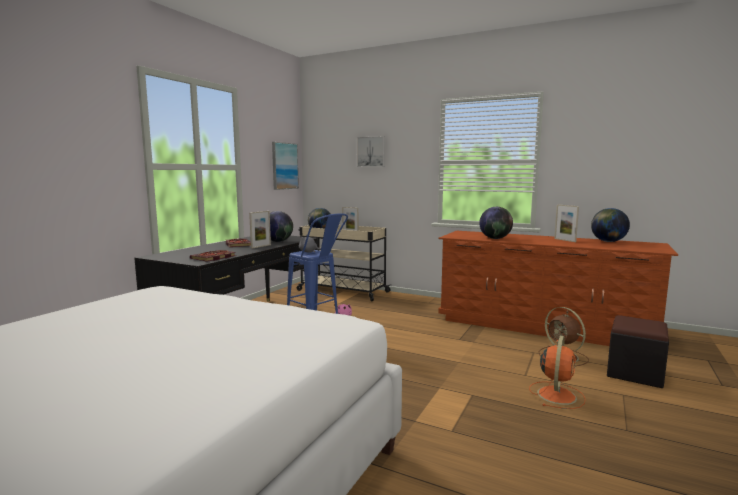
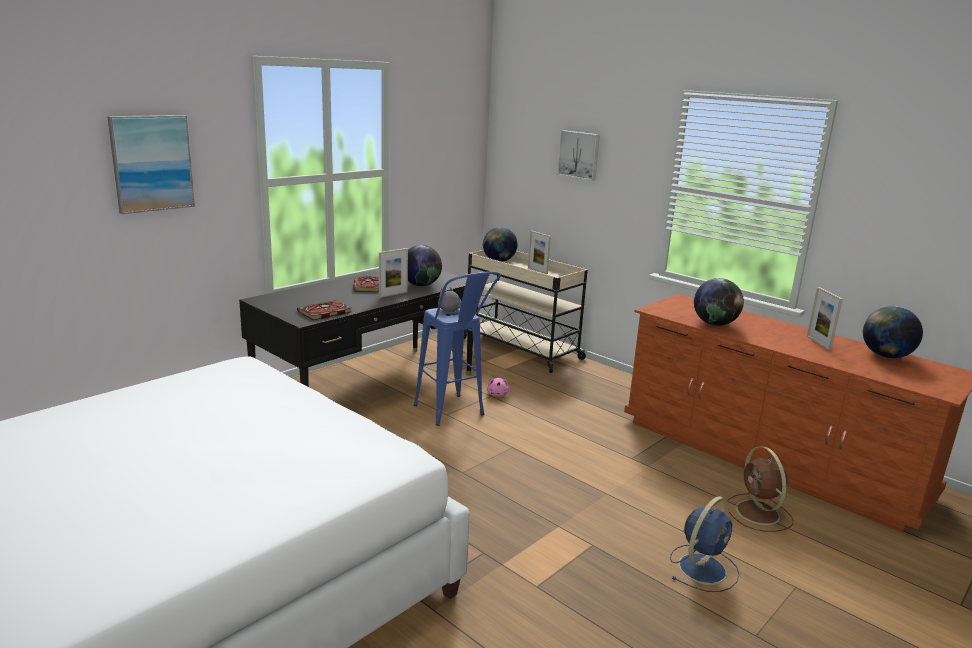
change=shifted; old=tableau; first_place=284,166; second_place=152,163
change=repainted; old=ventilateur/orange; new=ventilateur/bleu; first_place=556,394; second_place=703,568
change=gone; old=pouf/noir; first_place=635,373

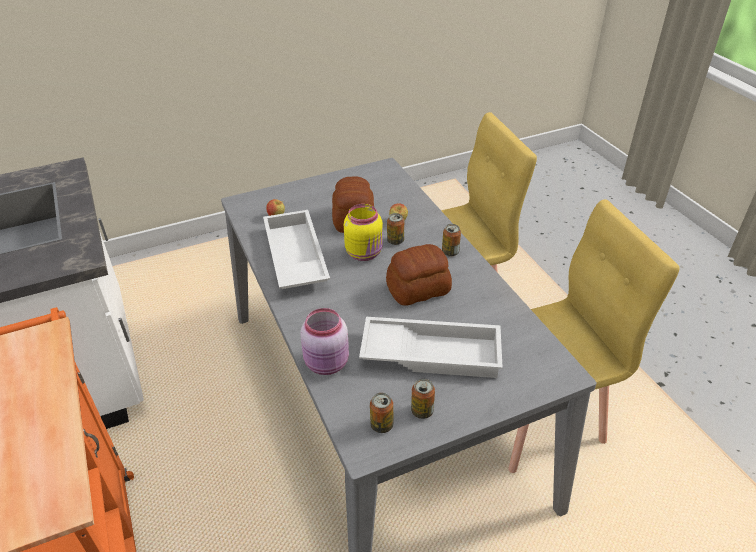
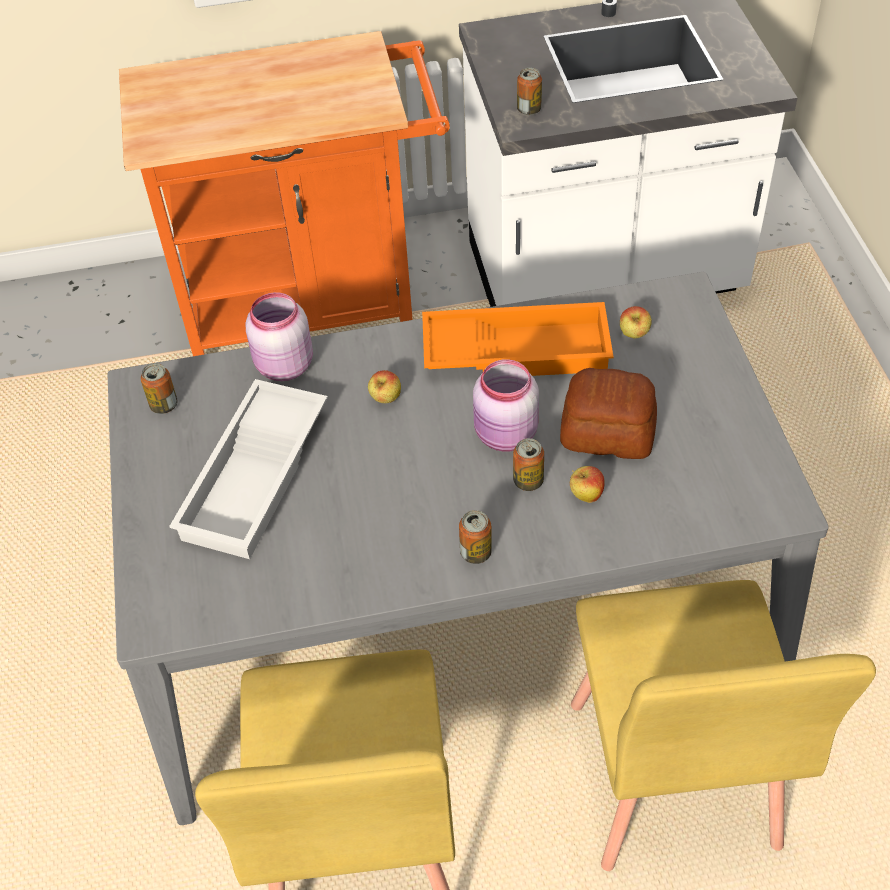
change=new; new=pomme; second_place=385,399
change=repainted; old=plateau/blanc; new=plateau/orange; first_place=294,257; second_place=517,349
change=repainted; old=bocal/jaune; new=bocal/rose; first_place=365,253; second_place=505,436
change=shifted; old=boîte métallique; first_place=422,411; second_place=529,109
change=gone; old=pain; first_place=419,289

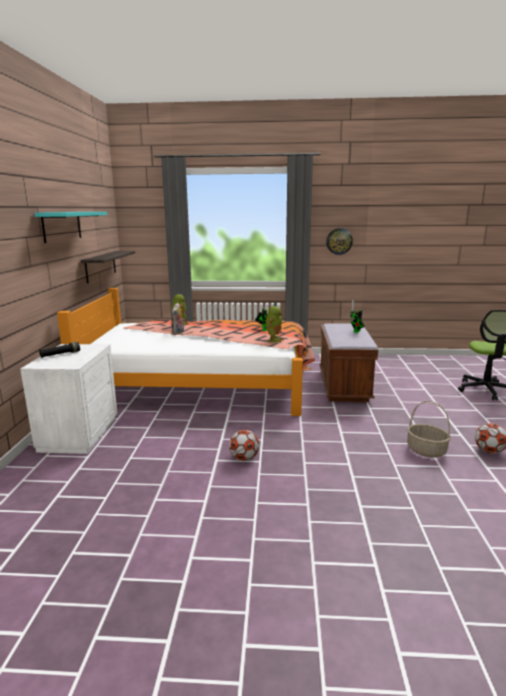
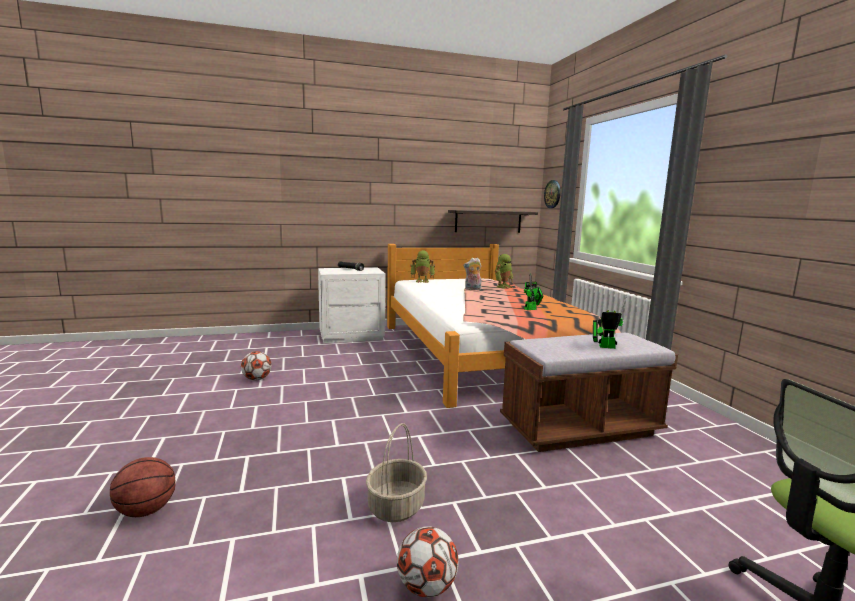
change=new; new=ballon de basket; second_place=146,511
change=shifted; old=ballon de foot; first_place=244,458; second_place=257,379
change=shifted; old=robot jouet; first_place=274,340; second_place=422,281
change=shifted; old=horloge murale; first_place=339,241; second_place=552,194
change=gone; old=étagère/turquoise; first_place=62,226

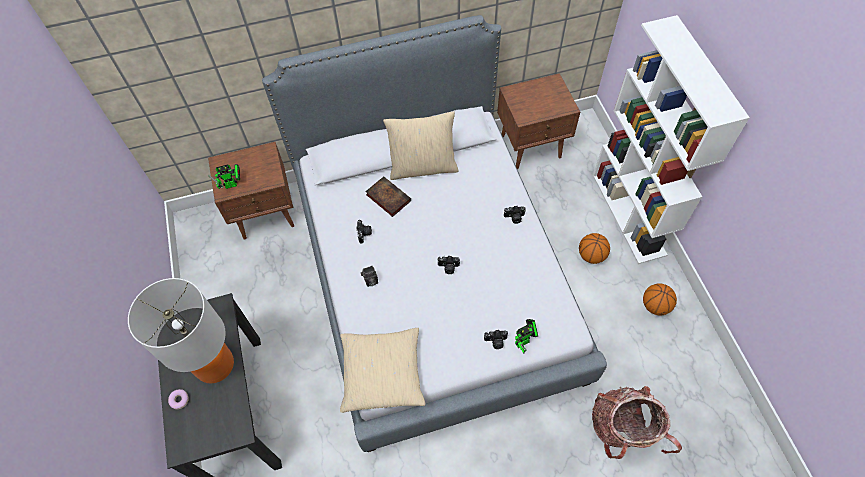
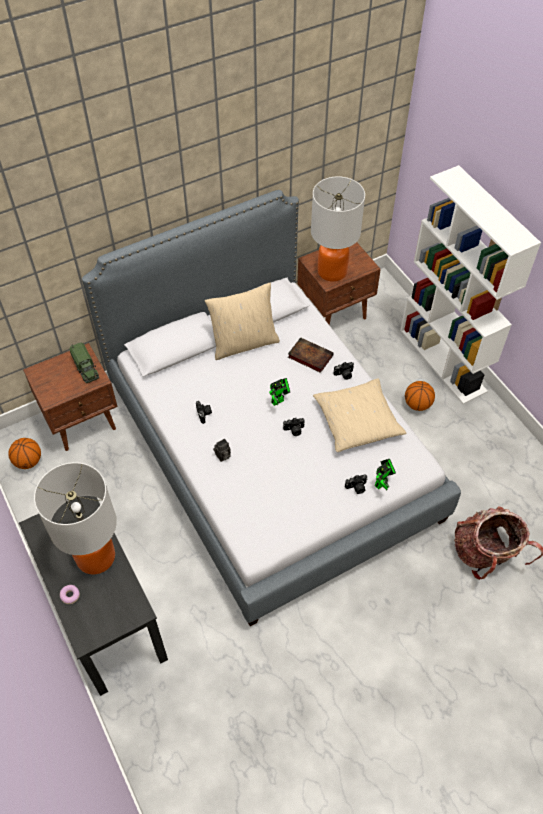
change=shifted; old=ballon de basket; first_place=655,306; second_place=28,461
change=new; new=camion jouet; second_place=86,368
change=shifted; old=robot jouet; first_place=233,184; second_place=279,400
change=shifted; old=livre; first_place=387,197; second_place=309,356
change=new; new=lampe de table; second_place=332,271
change=shifted; old=coussin/beige; first_place=382,373; second_place=357,421

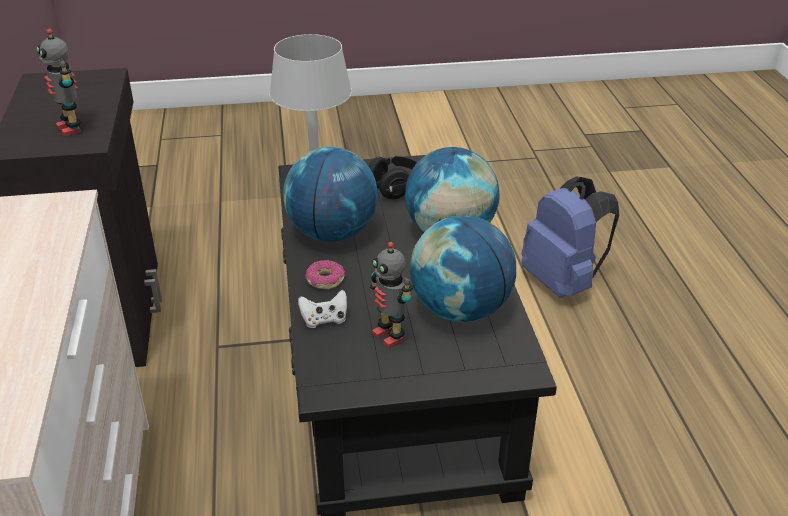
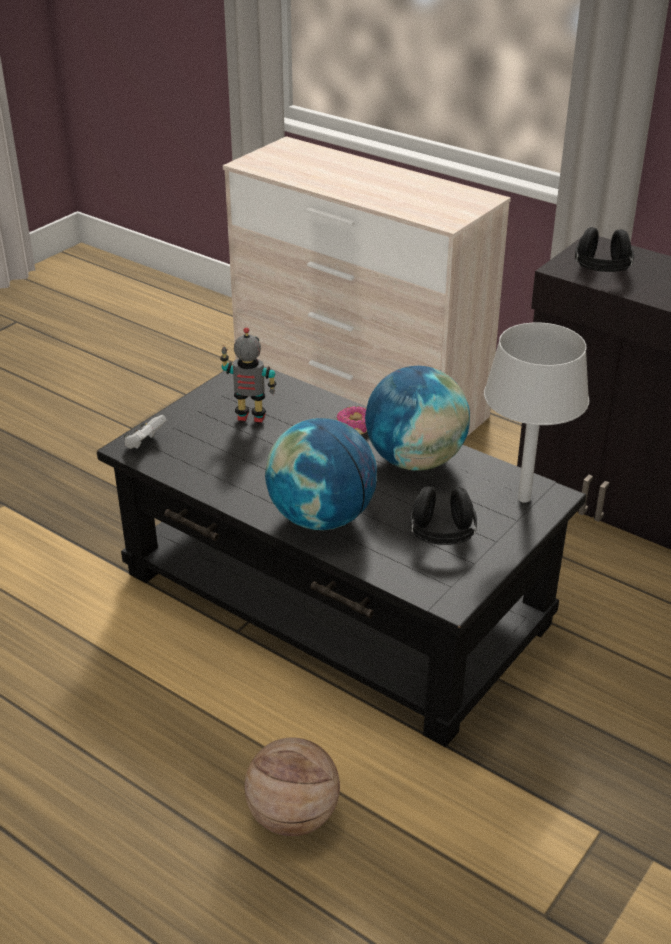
change=shifted; old=manette/blanc; first_place=324,320; second_place=145,443
change=swapped; old=sac à dos/bleu; new=ballon de basket; first_place=563,282; second_place=293,817
change=swapped; old=robot jouet; new=casque audio/noir; first_place=71,128; second_place=601,270
change=gone; old=globe; first_place=460,310

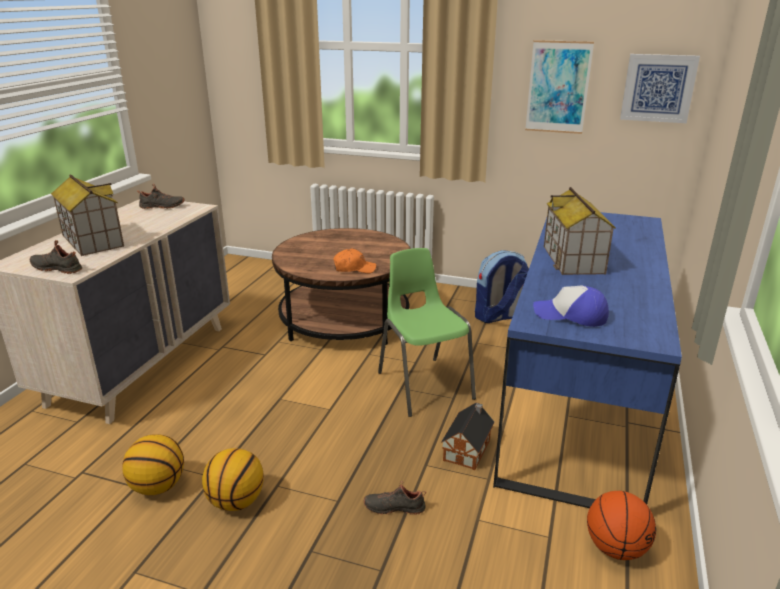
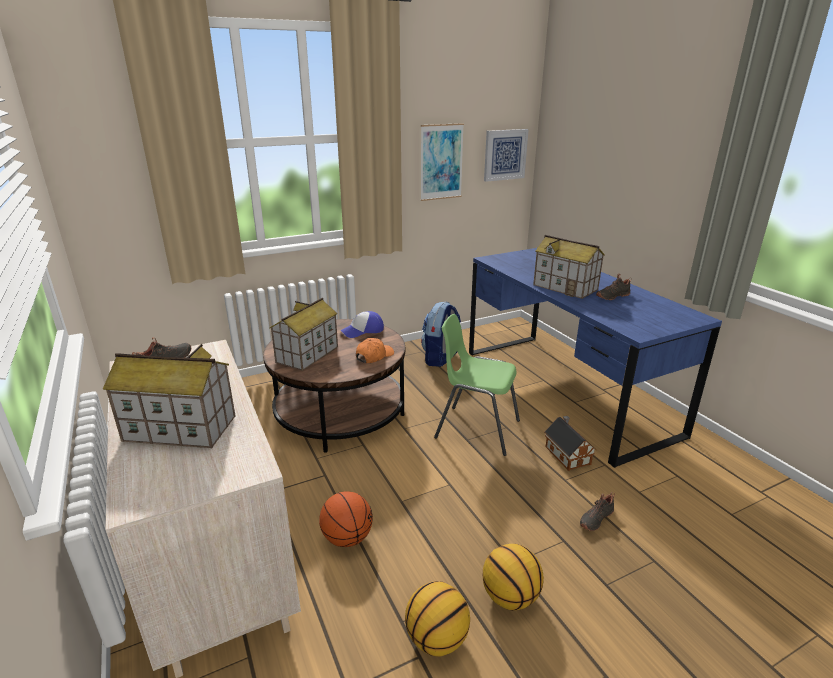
change=new; new=maison miniature; second_place=307,355
change=shifted; old=ballon de basket; first_place=615,547; second_place=347,538
change=shifted; old=casquette; first_place=570,315; second_place=363,331
change=shifted; old=chaussure/noir; first_place=58,268; second_place=612,296

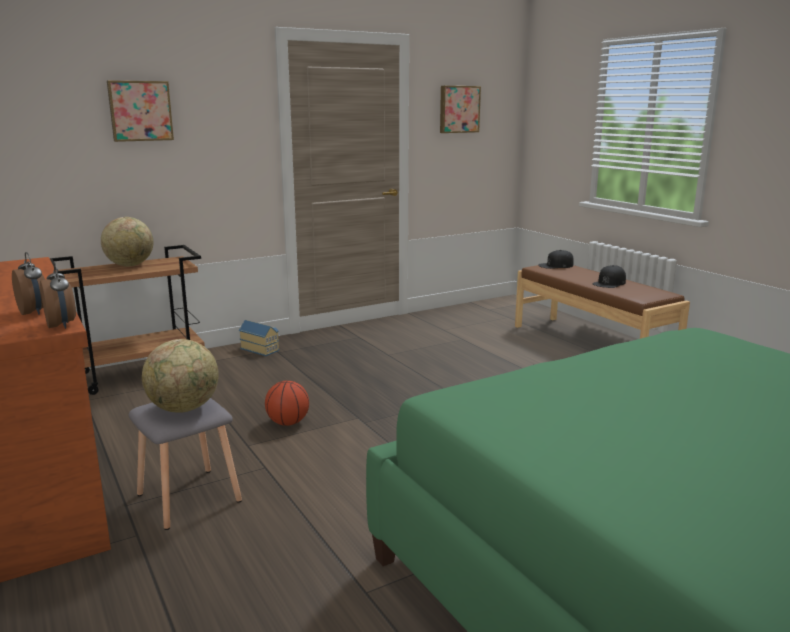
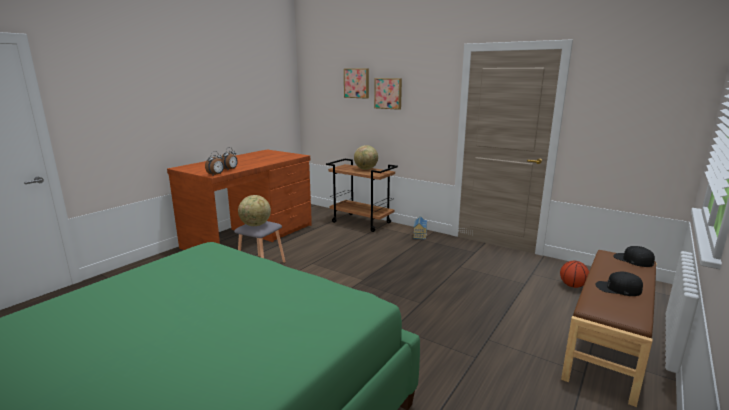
change=shifted; old=tableau; first_place=458,109; second_place=357,83
change=shifted; old=ballon de basket; first_place=287,423; second_place=572,286

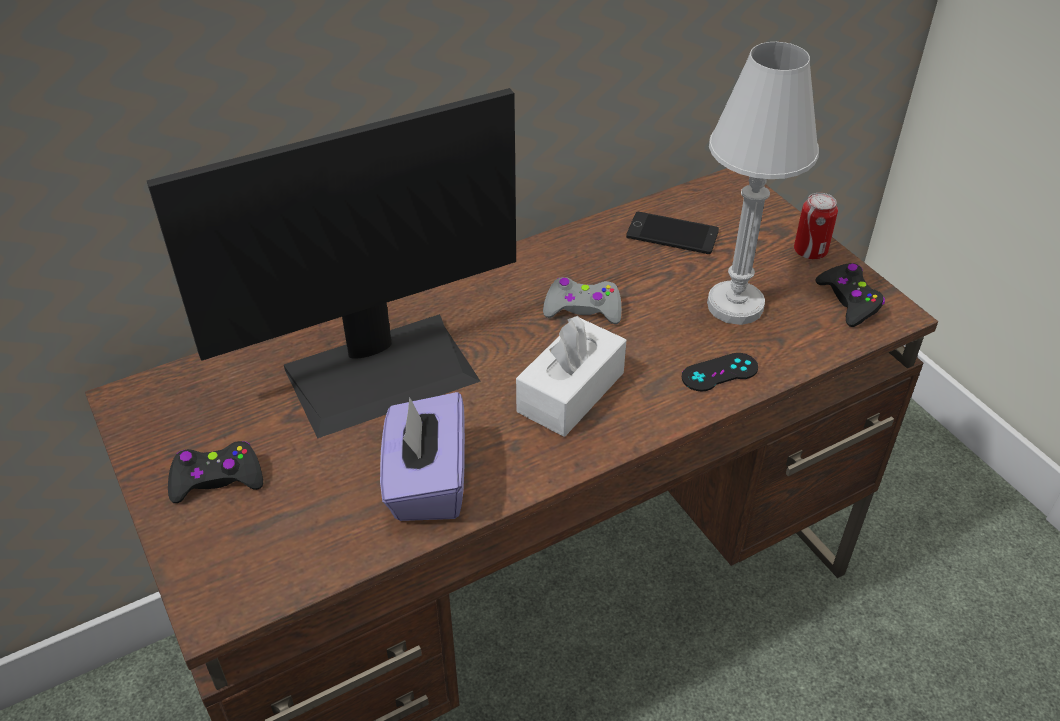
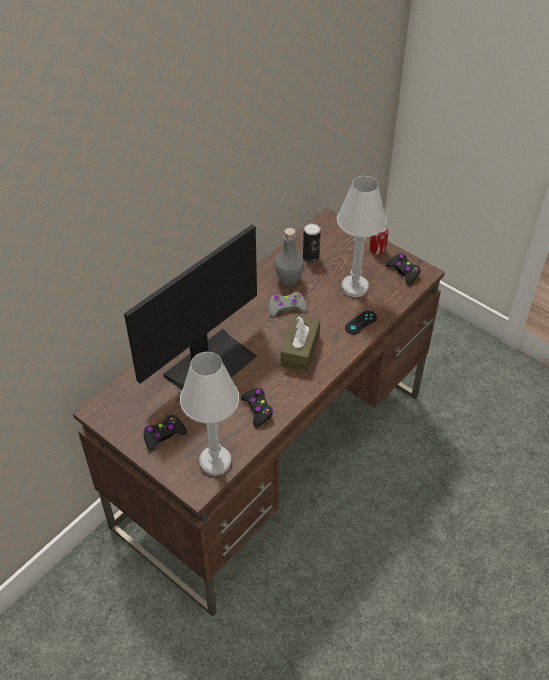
change=new; new=lampe de table/blanc; second_place=215,462
change=swapped; old=boîte à mouchoirs/violet; new=manette/noir; first_place=426,482; second_place=257,409
change=new; new=bouteille/gris; second_place=289,280
change=repainted; old=boîte à mouchoirs/blanc; new=boîte à mouchoirs/marron; first_place=571,392; second_place=300,350
change=swapped; old=téléphone; new=boîte métallique; first_place=672,234; second_place=311,256

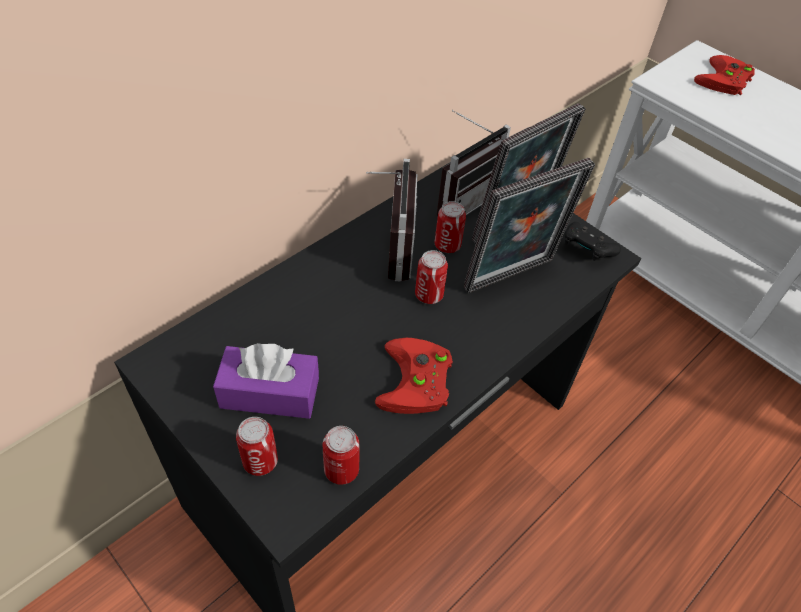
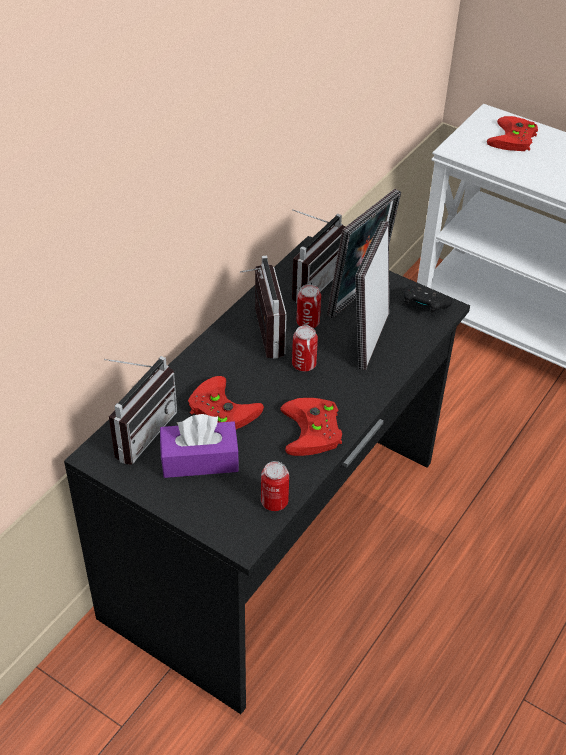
change=new; new=radio; second_place=138,431
change=new; new=manette/rouge; second_place=220,409
change=rotated; old=cadre photo; first_place=512,278; second_place=368,339; degrees=150
change=gone; old=boîte métallique; first_place=260,461

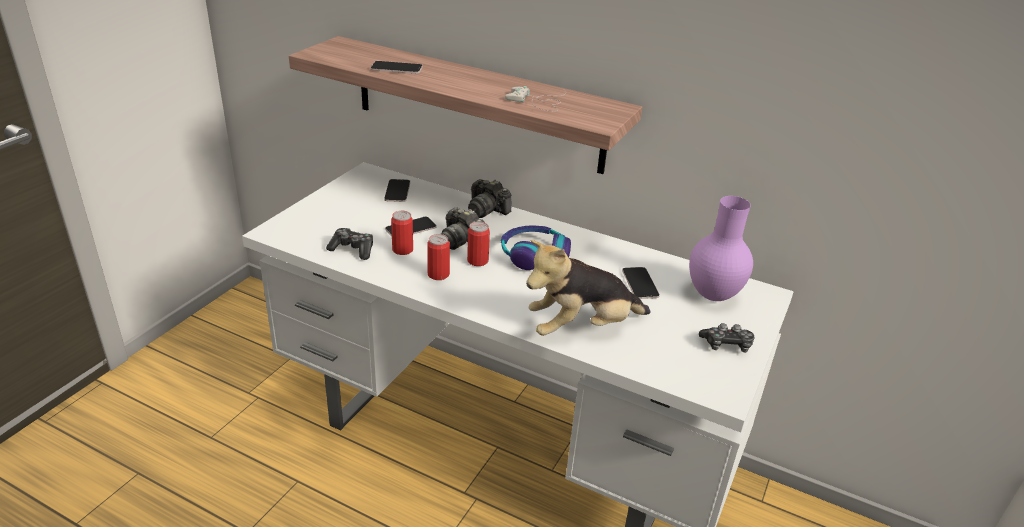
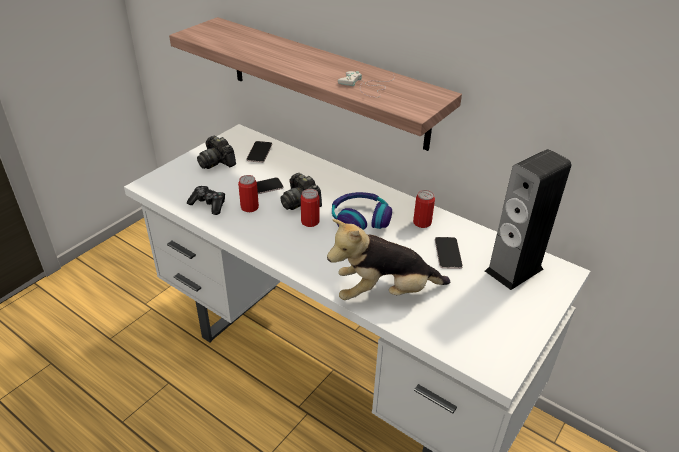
change=shifted; old=appareil photo; first_place=486,210; second_place=217,162
change=shifted; old=boîte métallique; first_place=438,274; second_place=422,223
change=swapped; old=vase/violet; new=enceinte; first_place=714,295; second_place=514,270
change=gone; old=téléphone; first_place=396,68
change=gone; old=manette; first_place=726,345

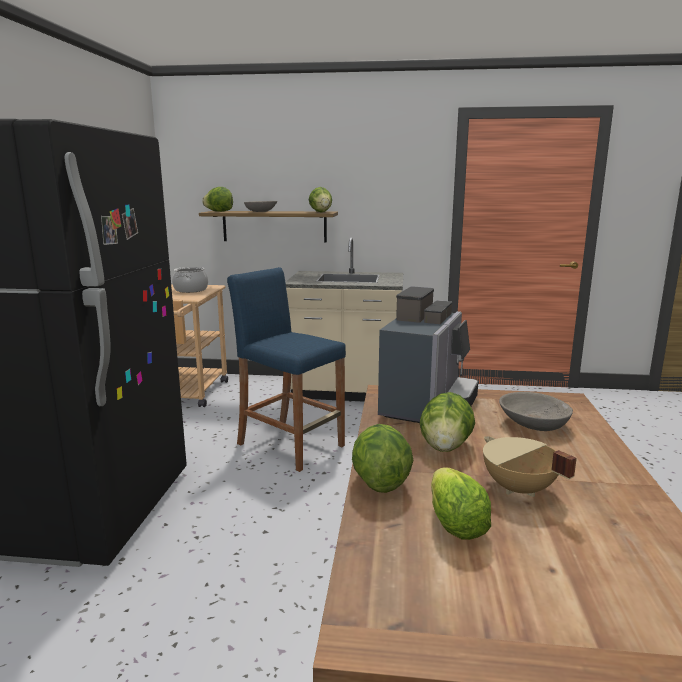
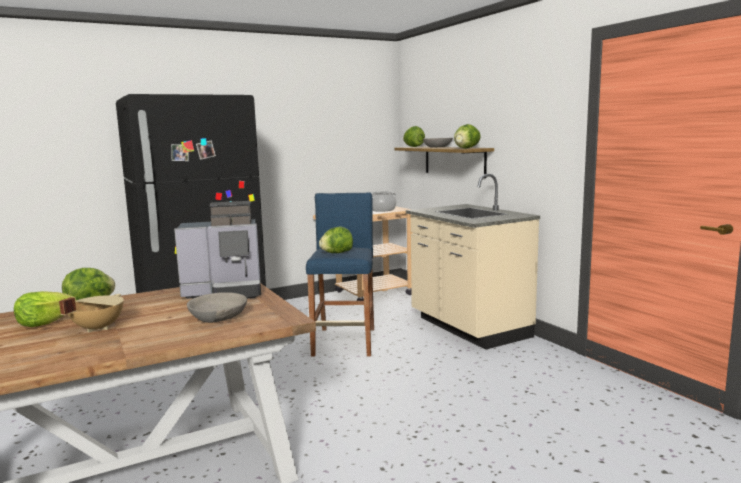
change=shifted; old=laitue; first_place=445,447; second_place=336,253

